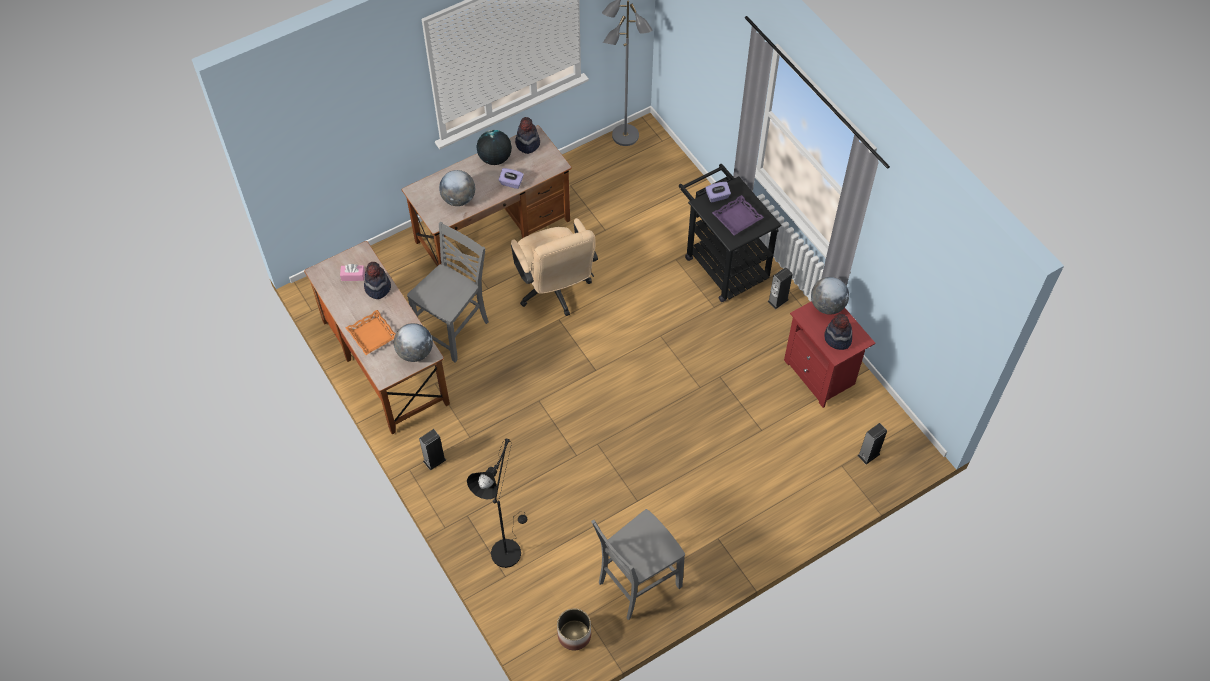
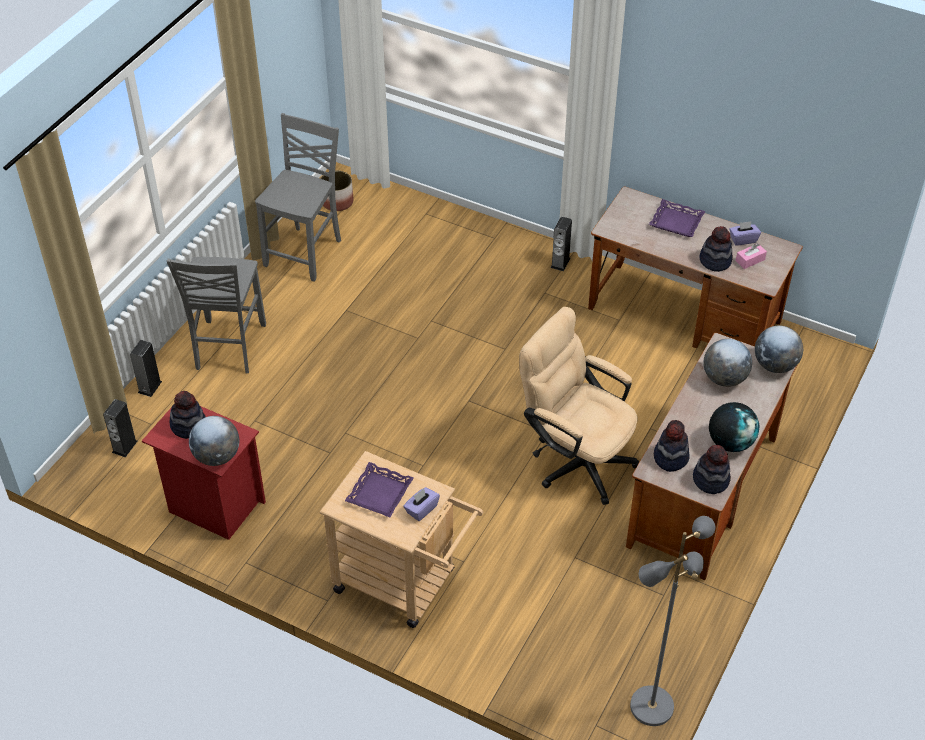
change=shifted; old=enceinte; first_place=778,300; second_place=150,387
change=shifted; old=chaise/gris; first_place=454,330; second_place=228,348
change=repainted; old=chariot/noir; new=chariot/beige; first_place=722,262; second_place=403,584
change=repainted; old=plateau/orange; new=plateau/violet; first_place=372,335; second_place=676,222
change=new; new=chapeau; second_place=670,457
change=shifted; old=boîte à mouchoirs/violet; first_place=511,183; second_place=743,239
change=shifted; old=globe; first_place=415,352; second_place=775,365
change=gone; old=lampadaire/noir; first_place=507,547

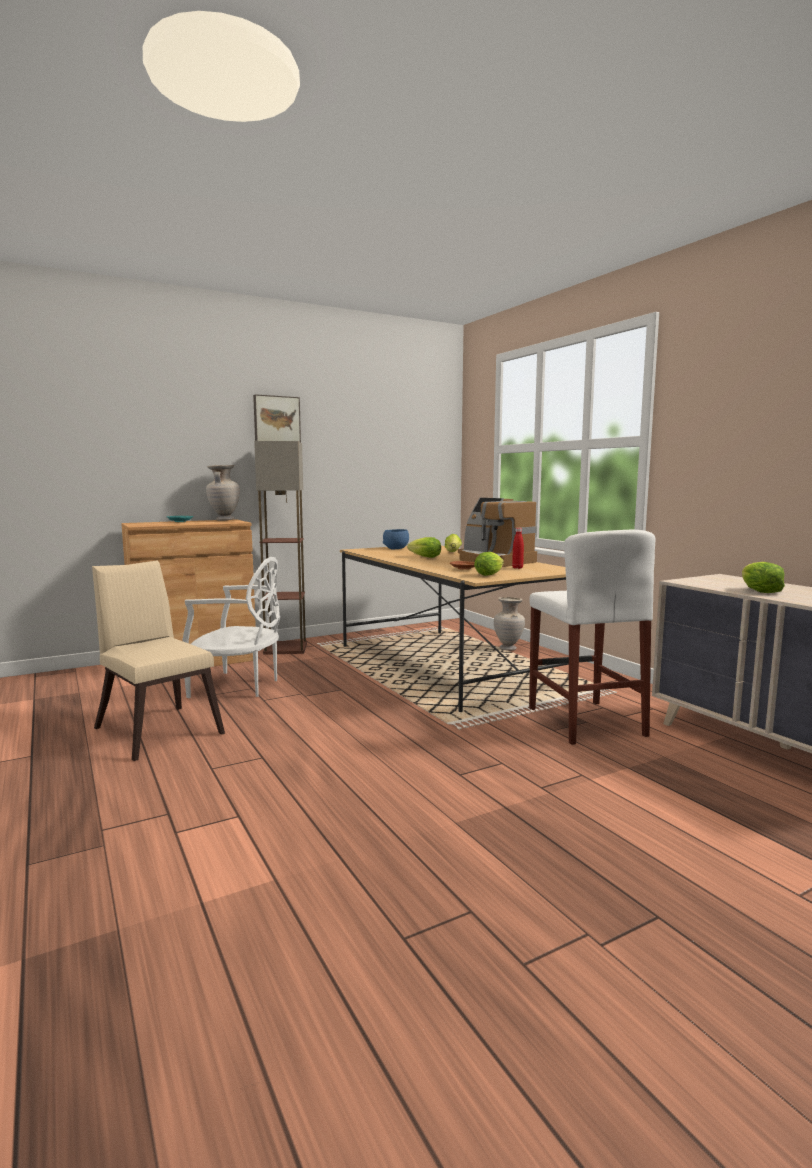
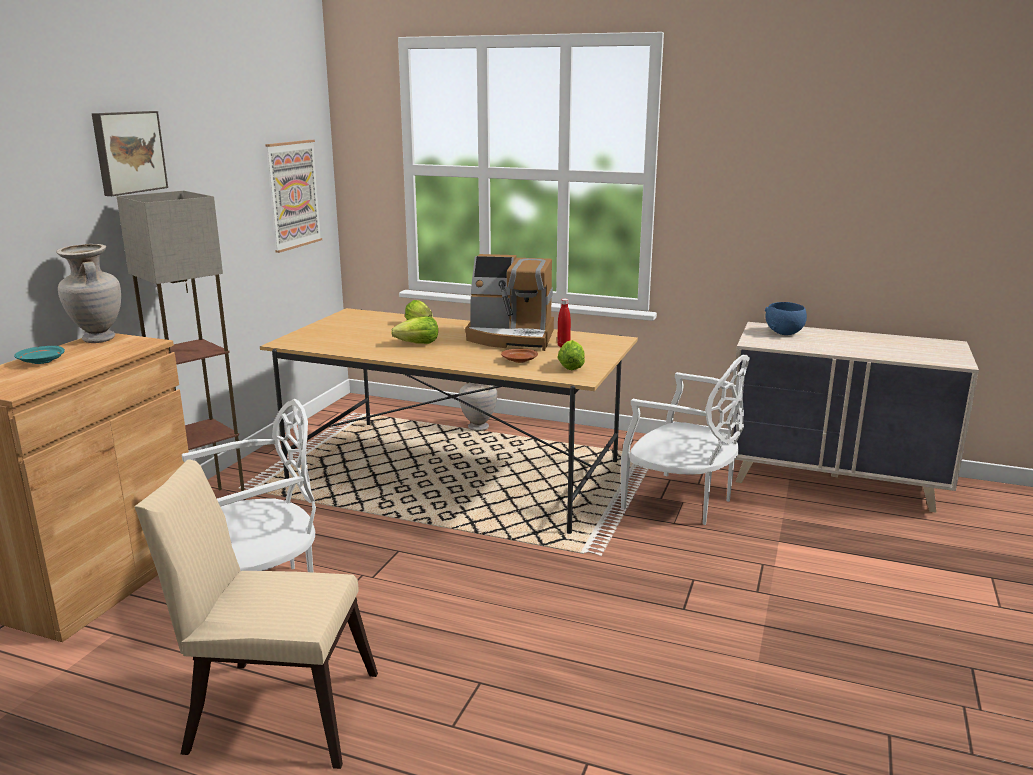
change=new; new=tableau; second_place=293,194
change=swapped; old=tabouret/blanc; new=chaise/blanc; first_place=585,721; second_place=681,502
change=shifted; old=bol/bleu; first_place=396,549; second_place=785,333
change=gone; old=laitue; first_place=759,591

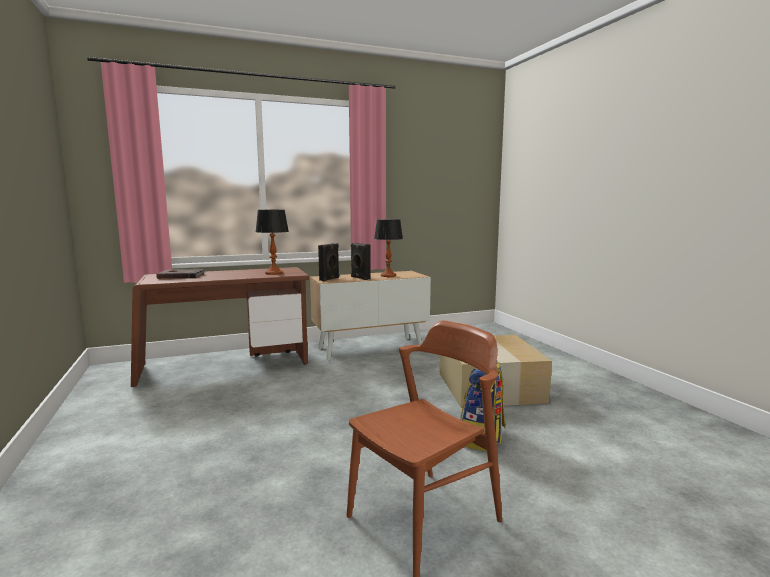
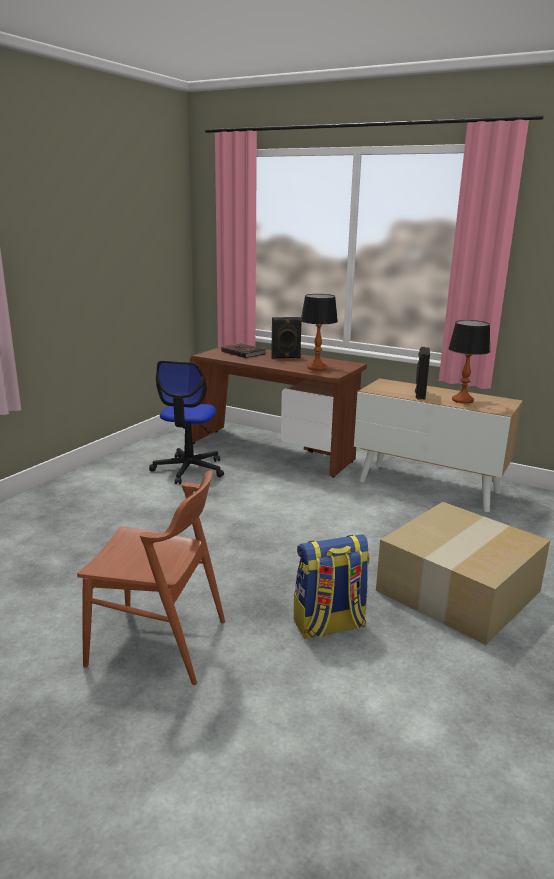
change=new; new=chaise de bureau; second_place=189,469
change=shifted; old=enceinte/noir; first_place=330,279; second_place=286,357

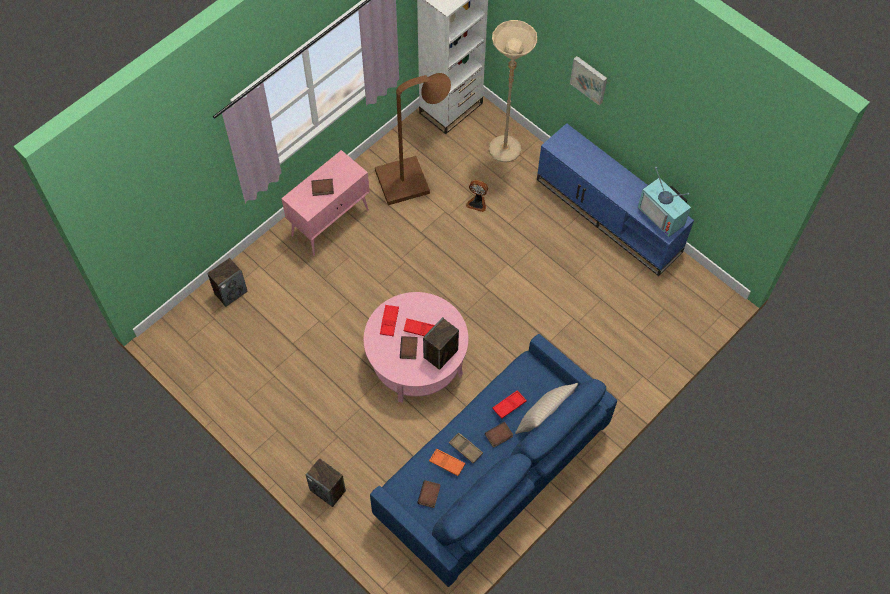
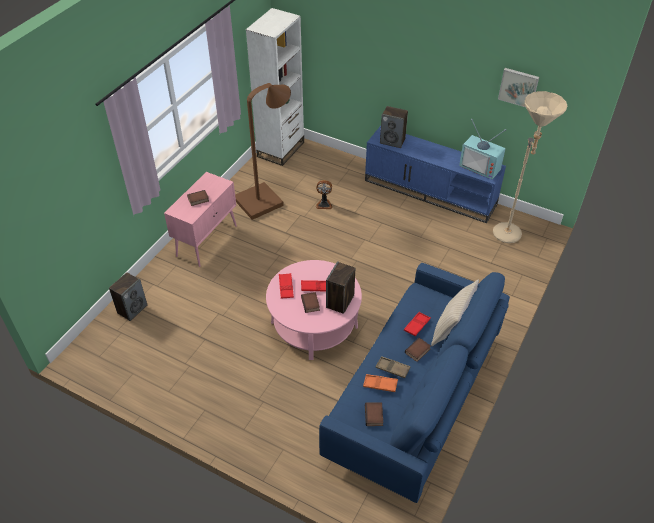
change=shifted; old=enceinte; first_place=328,490; second_place=392,141
change=shifted; old=lampadaire/beige; first_place=504,155; second_place=509,237
change=shifted; old=tableau; first_place=589,79; second_place=518,87

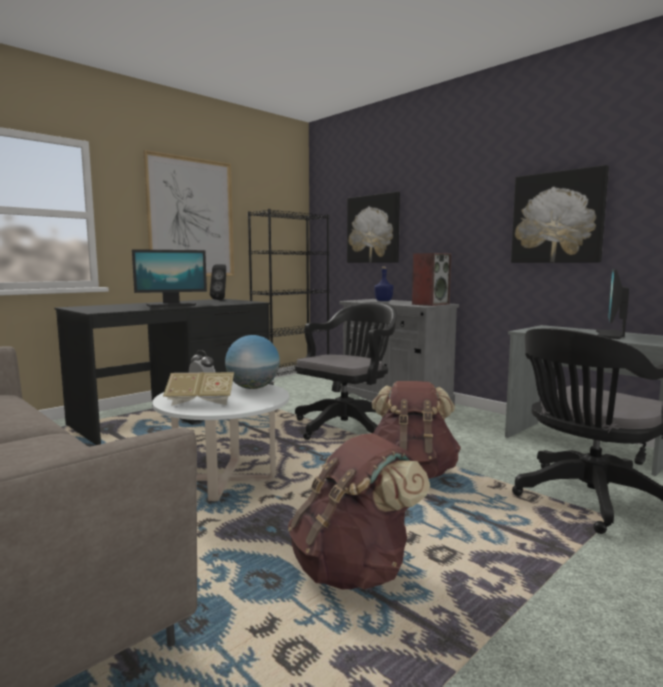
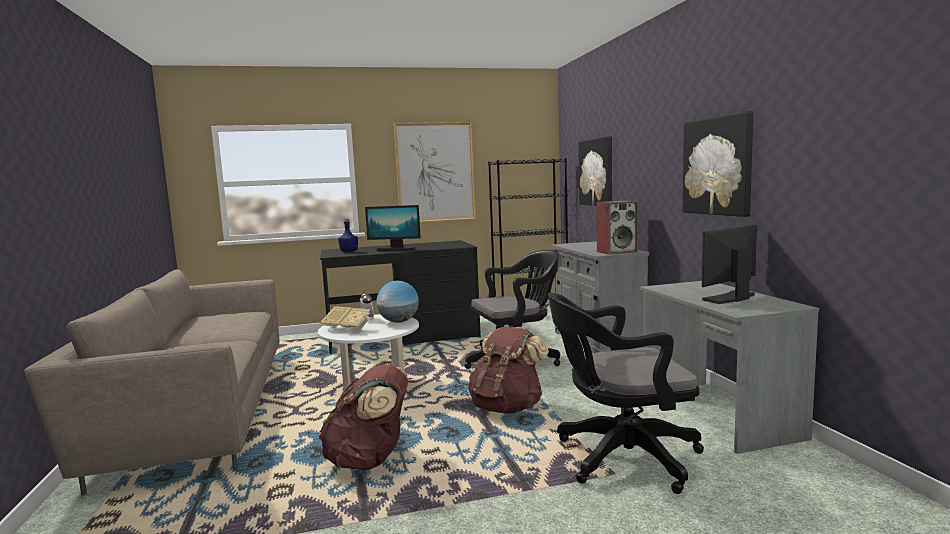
change=shifted; old=bouteille/bleu; first_place=383,301; second_place=348,251
change=gone; old=enceinte/noir; first_place=220,300

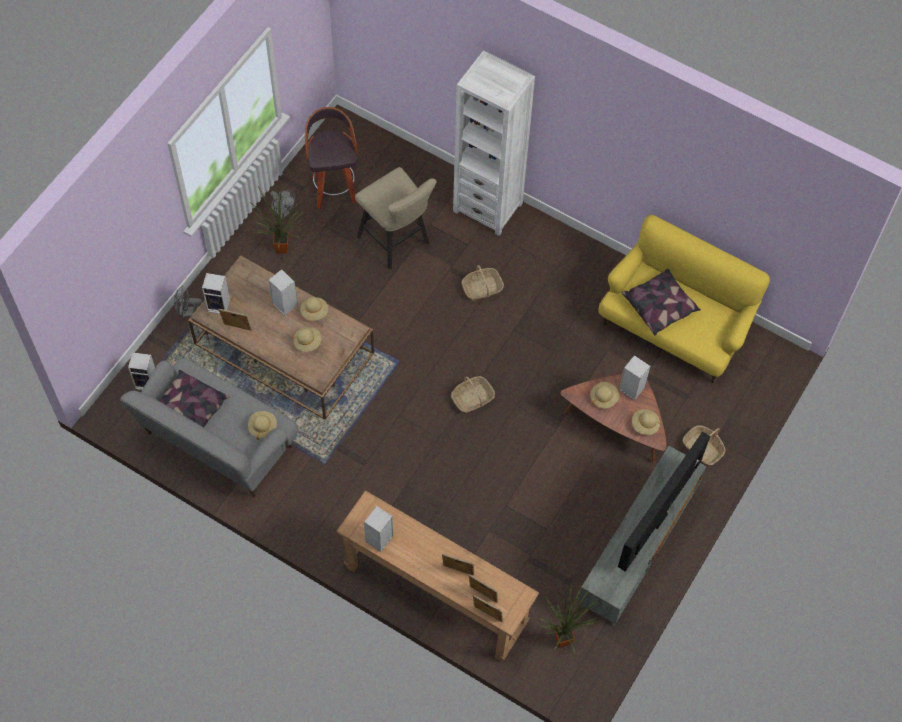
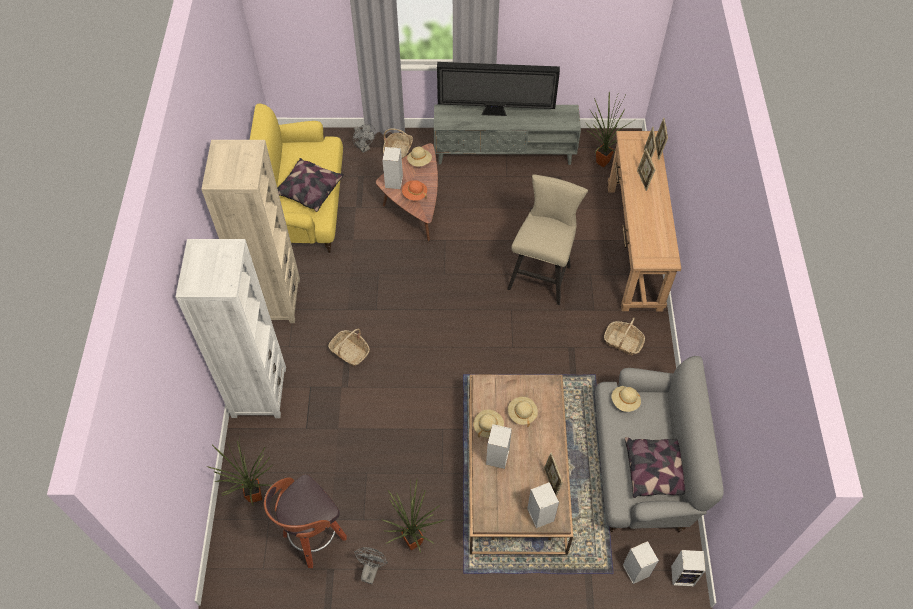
change=new; new=bibliothèque/beige; second_place=274,300
change=new; new=plante en pot; second_place=255,499
change=shifted; old=ventilateur/gris; first_place=188,313; second_place=364,148
change=repainted; old=chapeau/beige; new=chapeau/orange; first_place=603,398; second_place=414,194
change=shifted; old=tabouret/beige; first_place=397,243; second_place=542,274
change=shifted; old=panier; first_place=472,398; second_place=623,342
change=shifted; old=enceinte; first_place=379,539; second_place=683,575

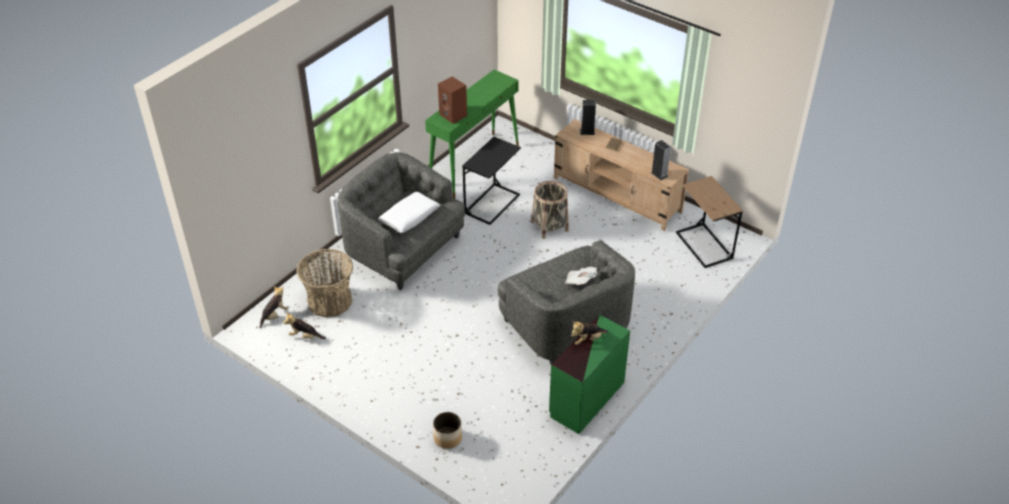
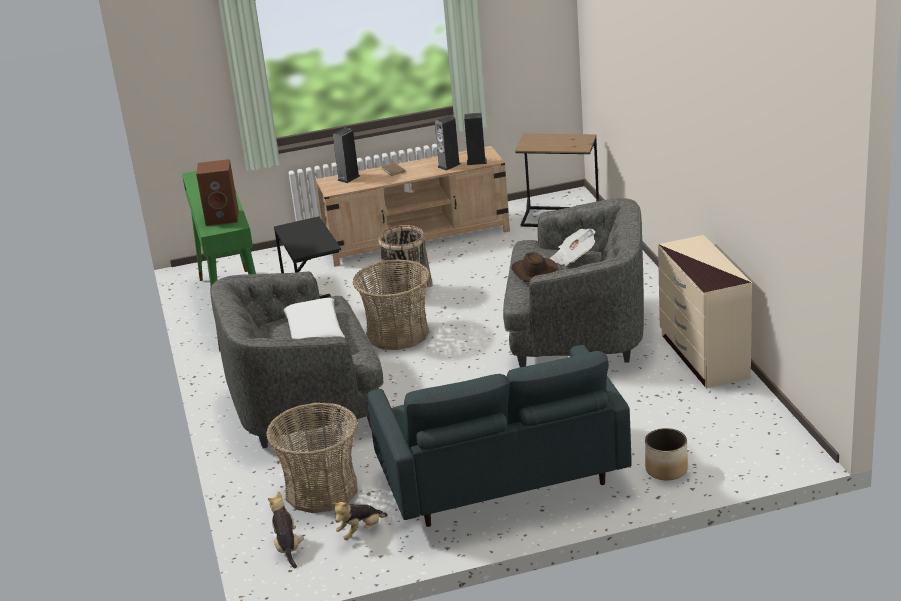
change=new; new=panier; second_place=398,334
change=new; new=canapé/gris; second_place=501,478
change=new; new=enceinte; second_place=449,165
change=new; new=chapeau/marron; second_place=534,272
change=repainted; old=commode/vert; new=commode/beige; first_place=586,399; second_place=703,357
change=gone; old=peluche; first_place=587,339

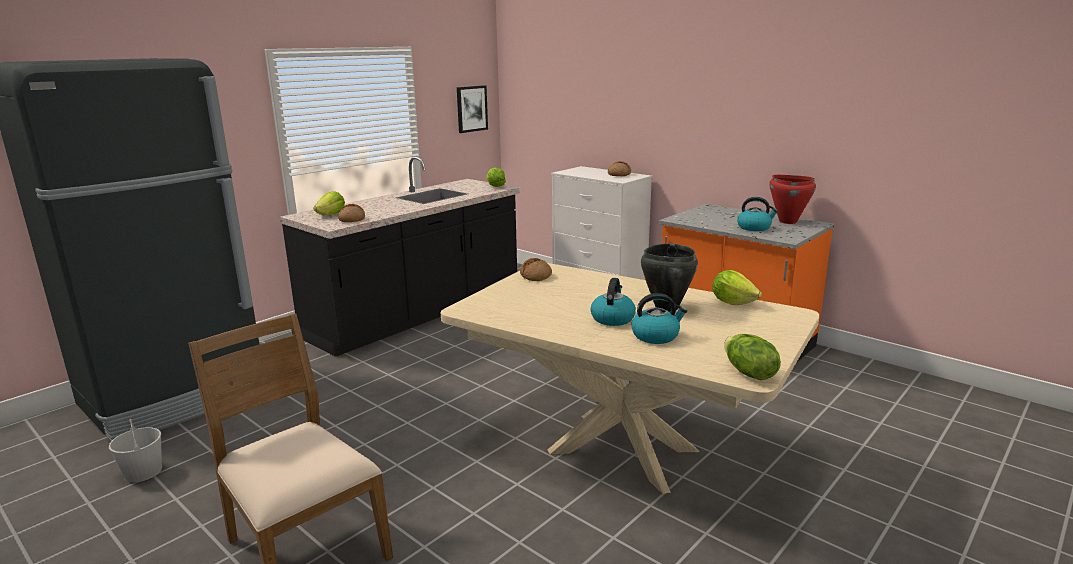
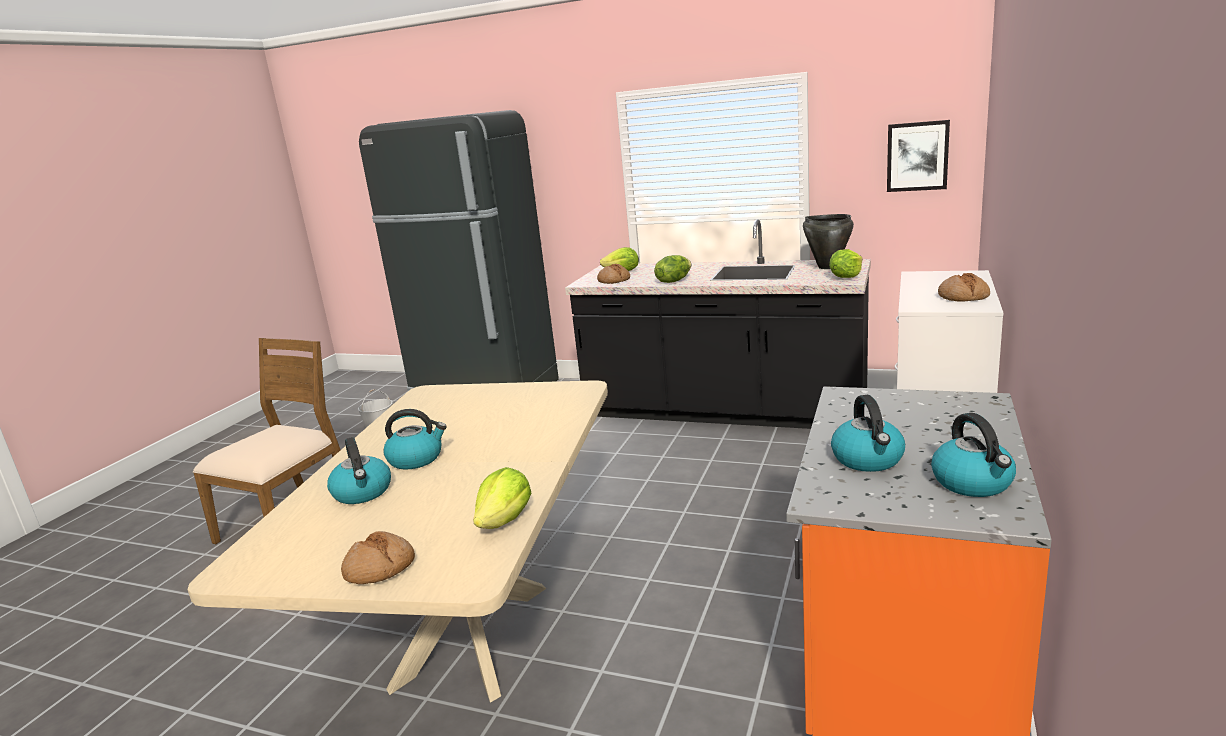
change=shifted; old=pain; first_place=536,276; second_place=380,568
change=shifted; old=laitue; first_place=748,373; second_place=673,281
change=shifted; old=marmite/noir; first_place=666,308; second_place=827,267
change=swapped; old=marmite/rouge; new=bouilloire; first_place=787,221; second_place=973,483

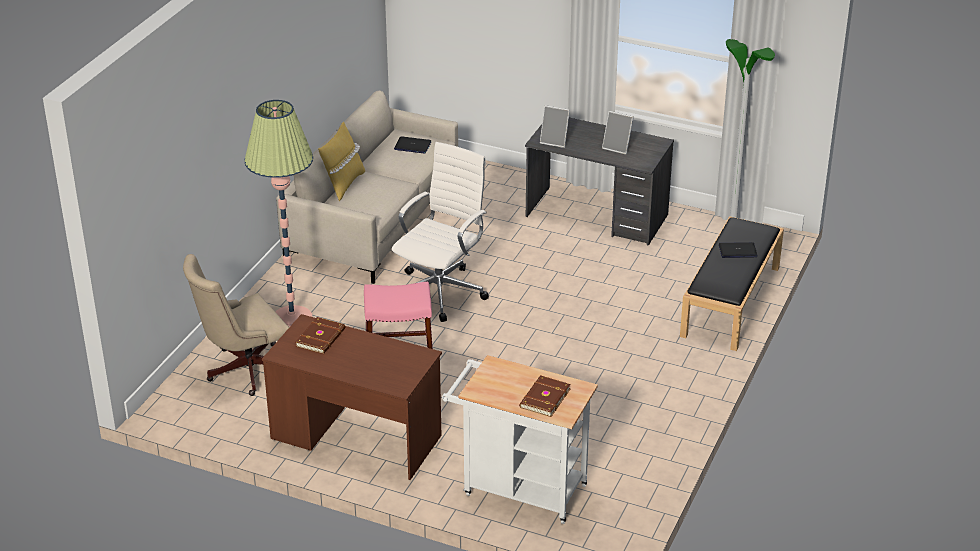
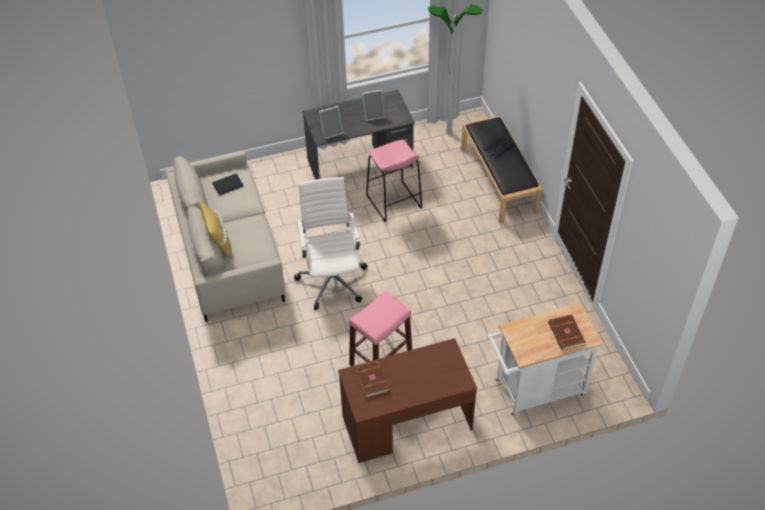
change=new; new=tabouret/rose; second_place=393,202
change=gone; old=chaise de bureau/beige; first_place=243,370
change=gone; old=lampadaire; first_place=292,319

